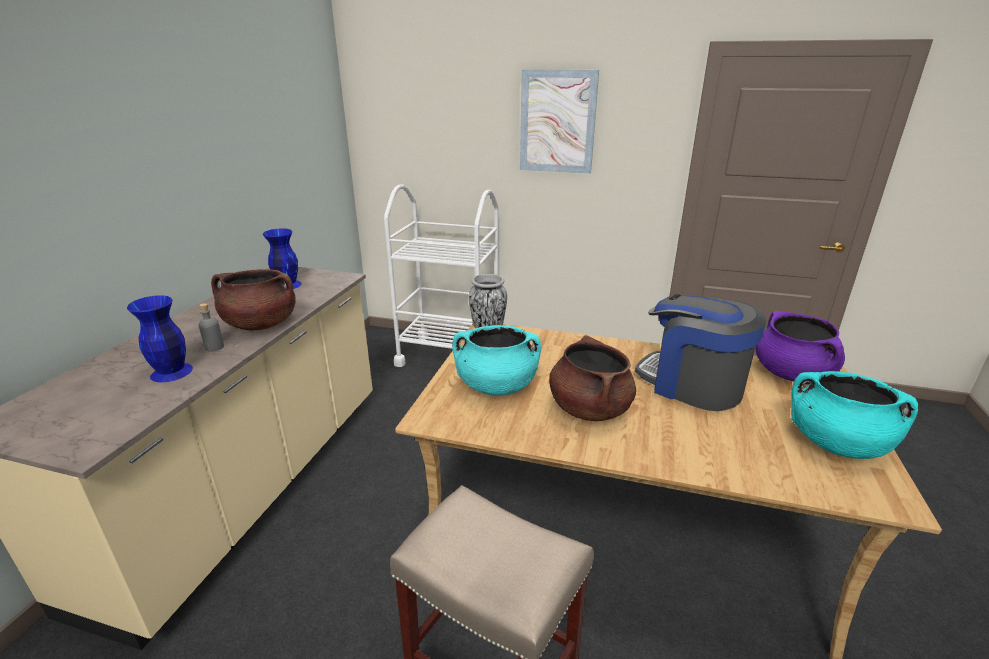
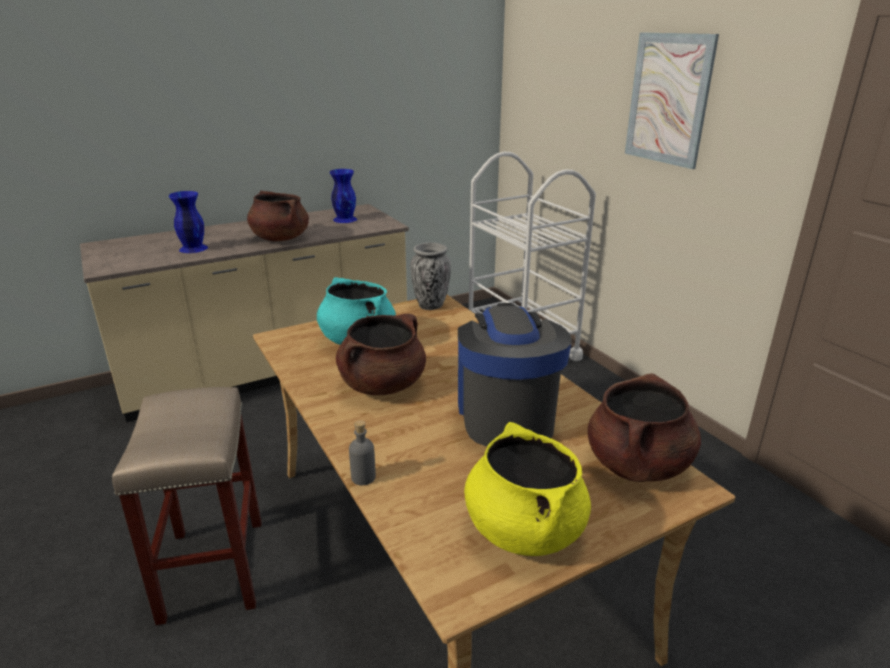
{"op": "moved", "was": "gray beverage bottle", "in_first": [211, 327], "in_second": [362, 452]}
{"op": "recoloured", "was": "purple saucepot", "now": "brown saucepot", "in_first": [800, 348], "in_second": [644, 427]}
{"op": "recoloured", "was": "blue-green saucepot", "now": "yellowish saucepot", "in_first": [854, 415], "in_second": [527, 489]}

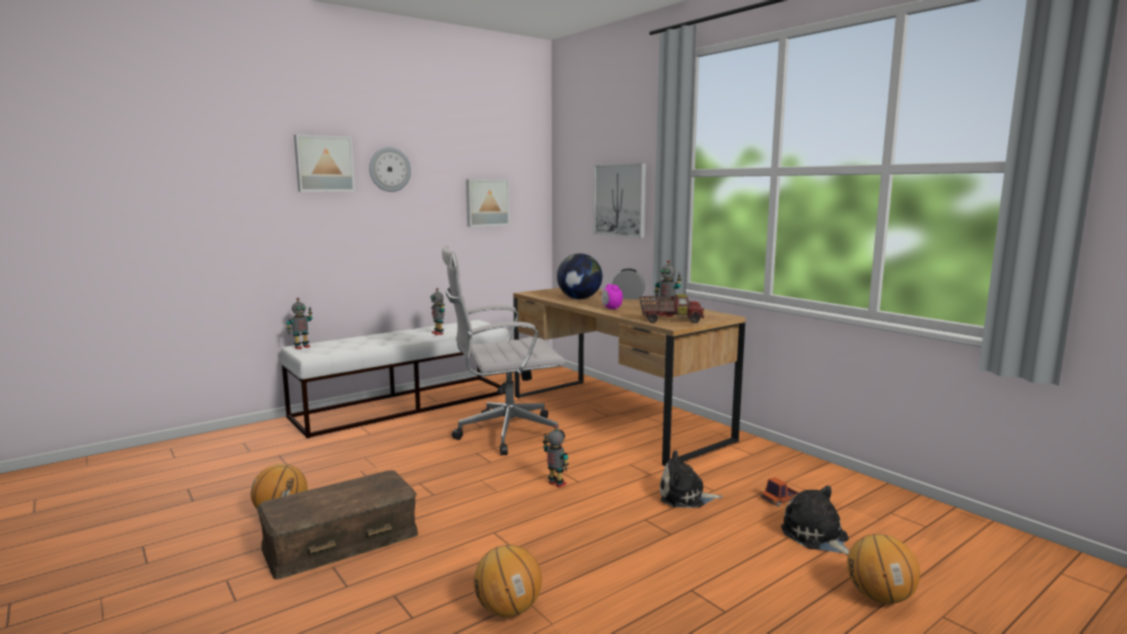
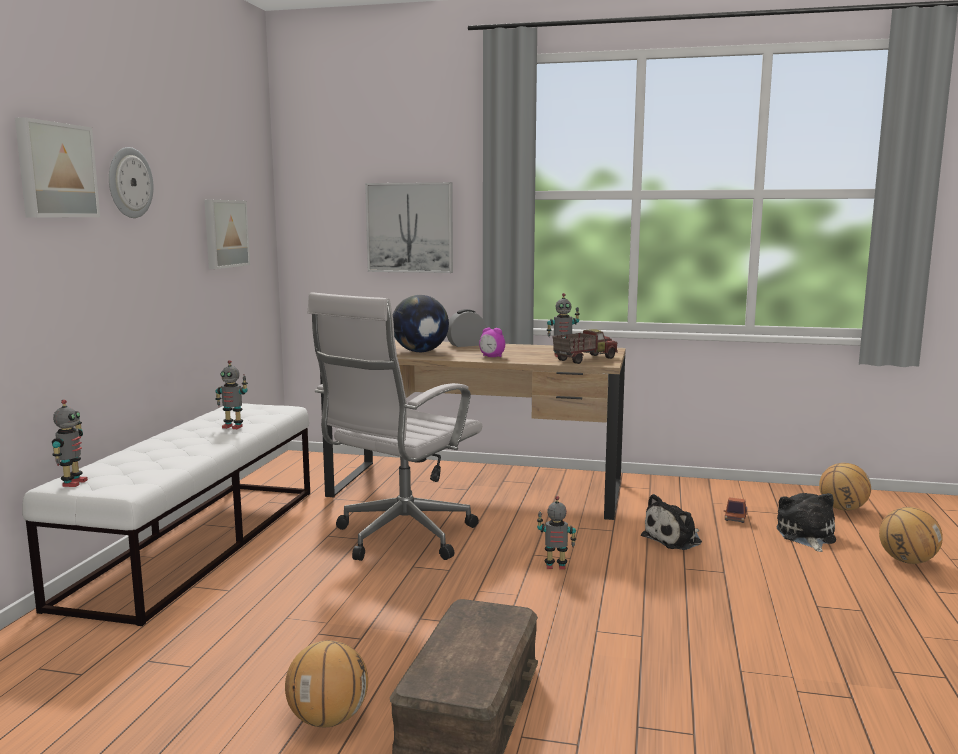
{"op": "moved", "was": "basketball ball", "in_first": [508, 581], "in_second": [845, 487]}
{"op": "turned", "was": "cuddly toy", "in_first": [815, 520], "in_second": [806, 522], "clockwise": 75}

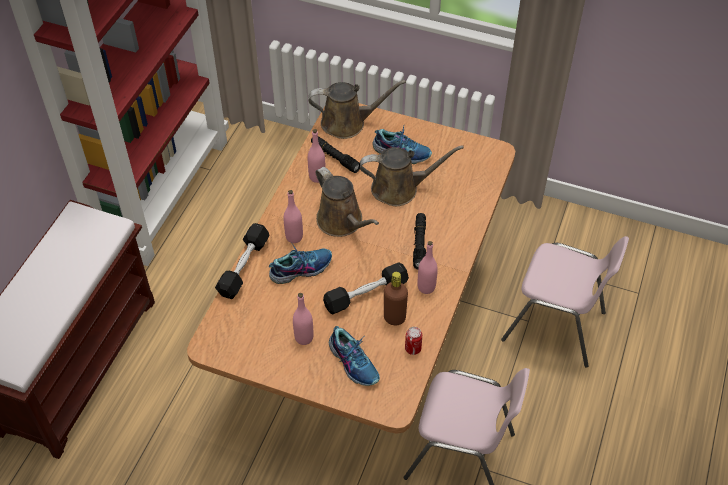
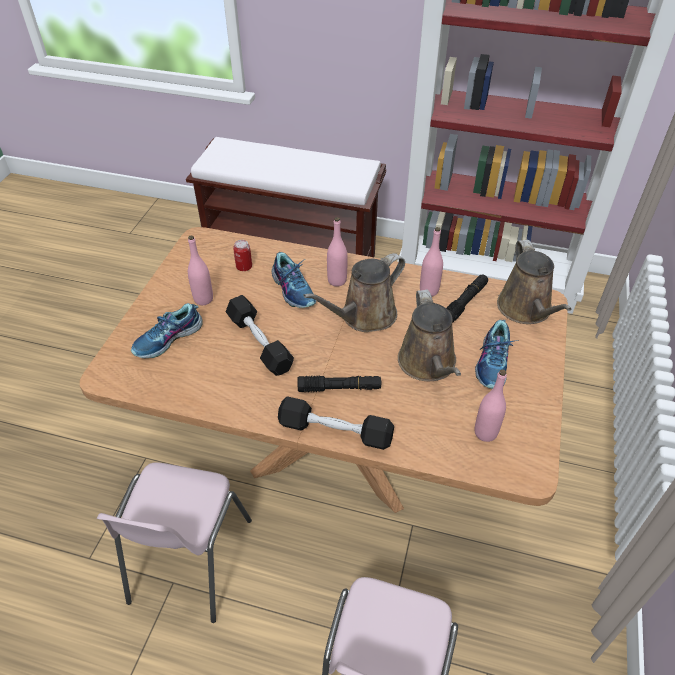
{"op": "removed", "was": "brown beverage bottle", "in_first": [396, 298]}
{"op": "moved", "was": "black hand weight", "in_first": [242, 261], "in_second": [336, 423]}
{"op": "moved", "was": "metal can", "in_first": [413, 341], "in_second": [242, 255]}
{"op": "moved", "was": "pink beverage bottle", "in_first": [428, 267], "in_second": [490, 406]}

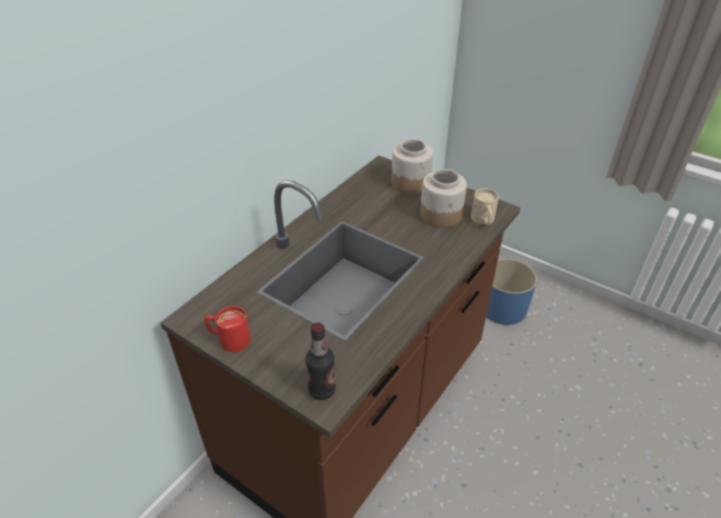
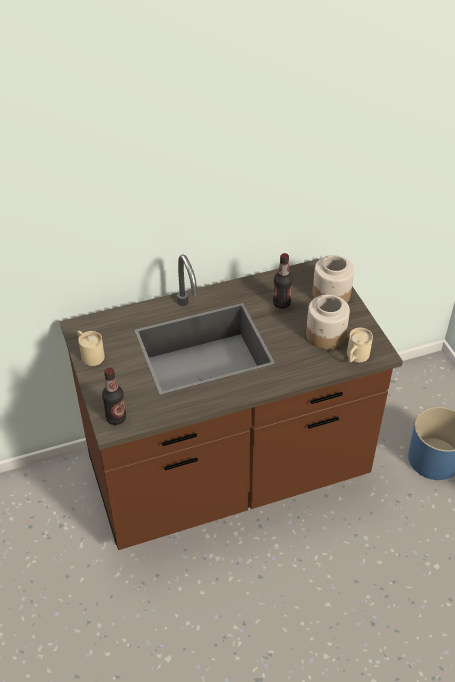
{"op": "added", "now": "beverage bottle", "in_second": [283, 281]}
{"op": "recoloured", "was": "red-coloured mug", "now": "sand-coloured mug", "in_first": [228, 329], "in_second": [91, 348]}

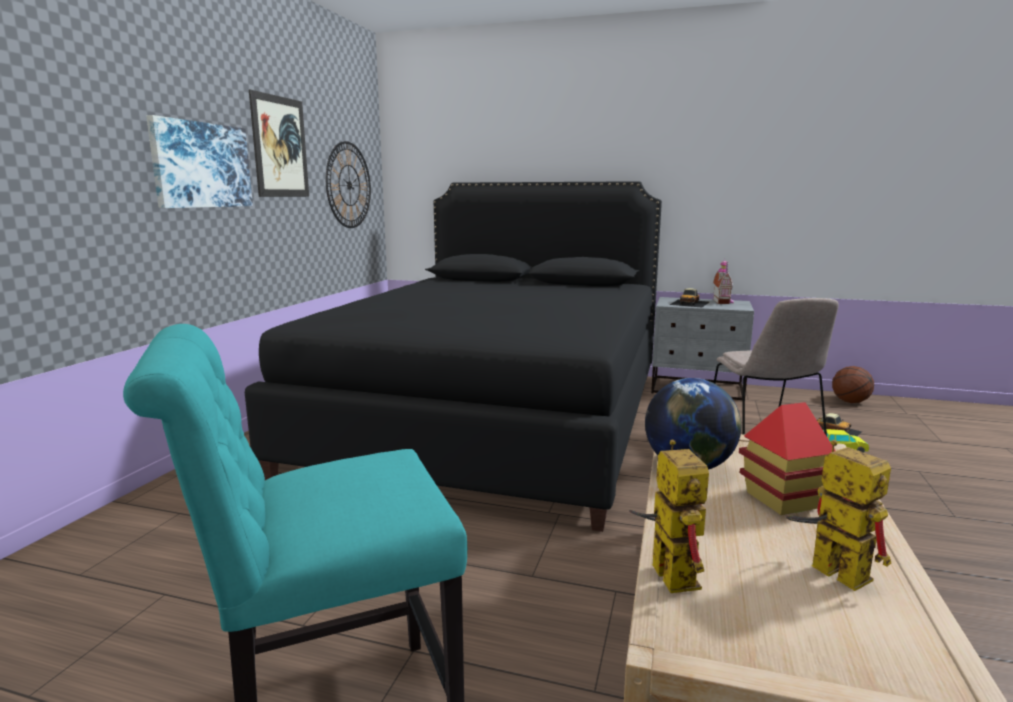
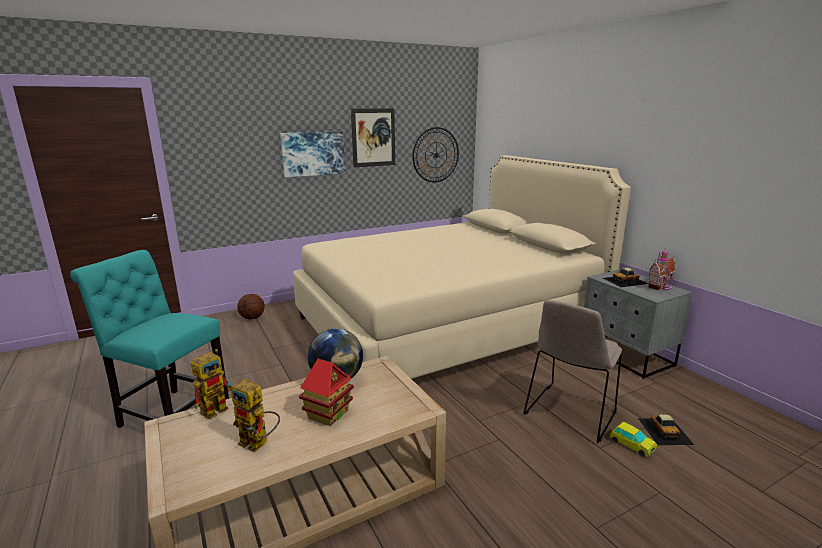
{"op": "moved", "was": "basketball ball", "in_first": [853, 384], "in_second": [251, 306]}
{"op": "recoloured", "was": "black sleeping bed", "now": "sand-coloured sleeping bed", "in_first": [453, 356], "in_second": [462, 267]}
{"op": "turned", "was": "robot figure", "in_first": [838, 515], "in_second": [255, 416], "clockwise": 105}

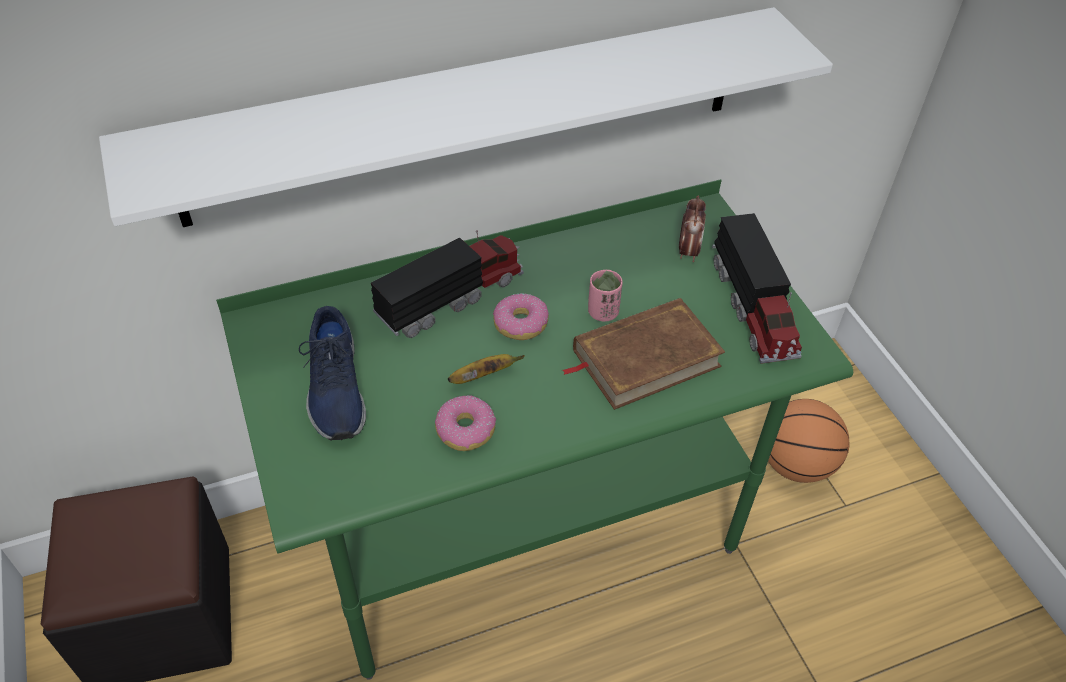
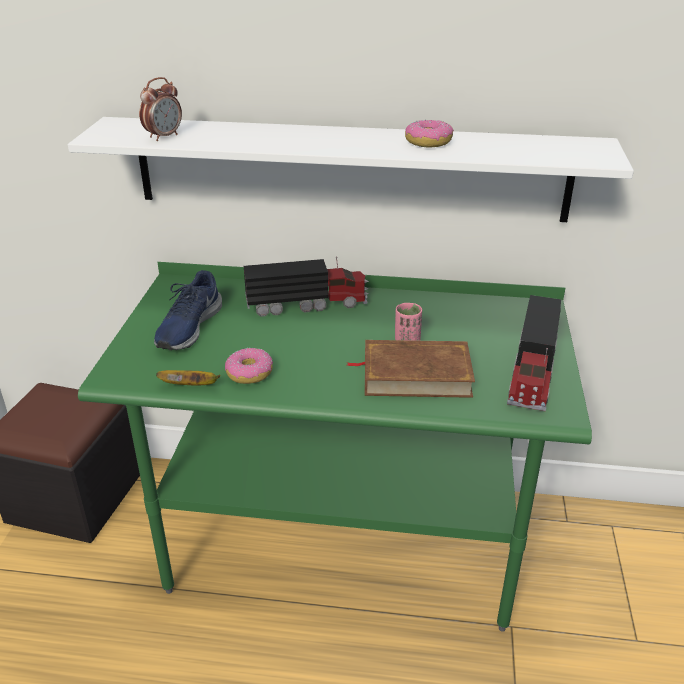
{"op": "removed", "was": "basketball ball", "in_first": [808, 441]}
{"op": "moved", "was": "whole banana", "in_first": [486, 369], "in_second": [188, 378]}
{"op": "moved", "was": "ring doughnut", "in_first": [521, 316], "in_second": [429, 134]}
{"op": "moved", "was": "table clock", "in_first": [692, 228], "in_second": [160, 109]}

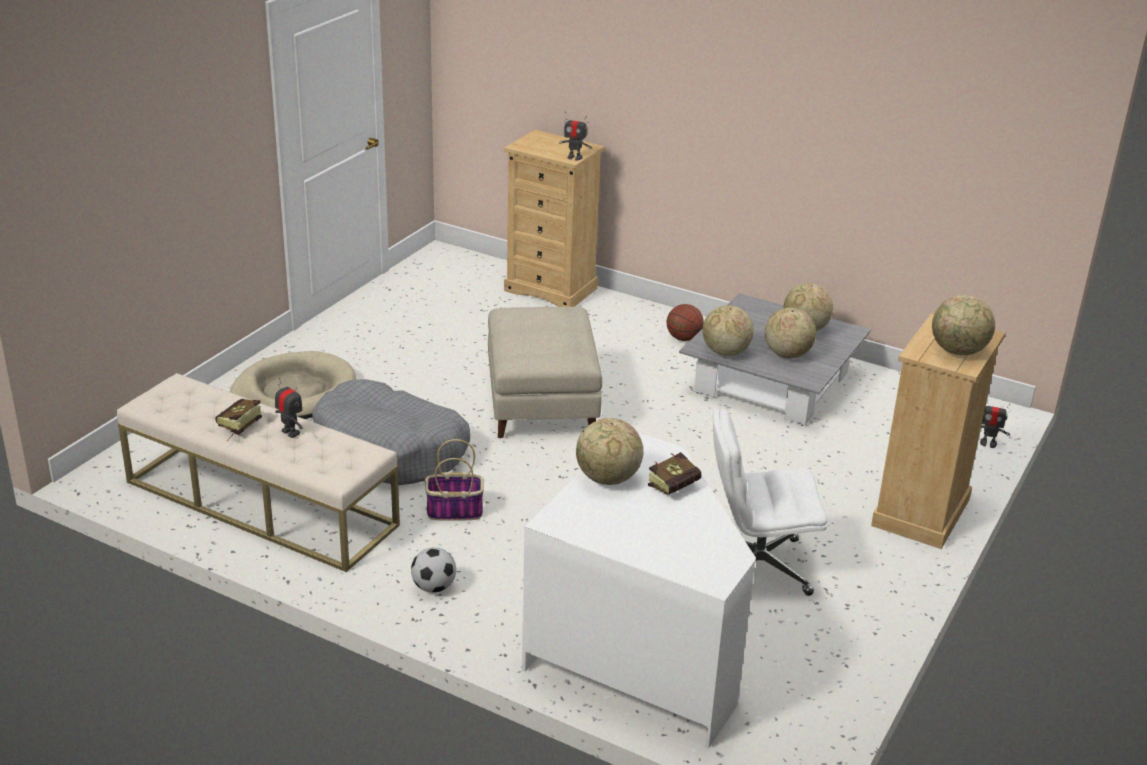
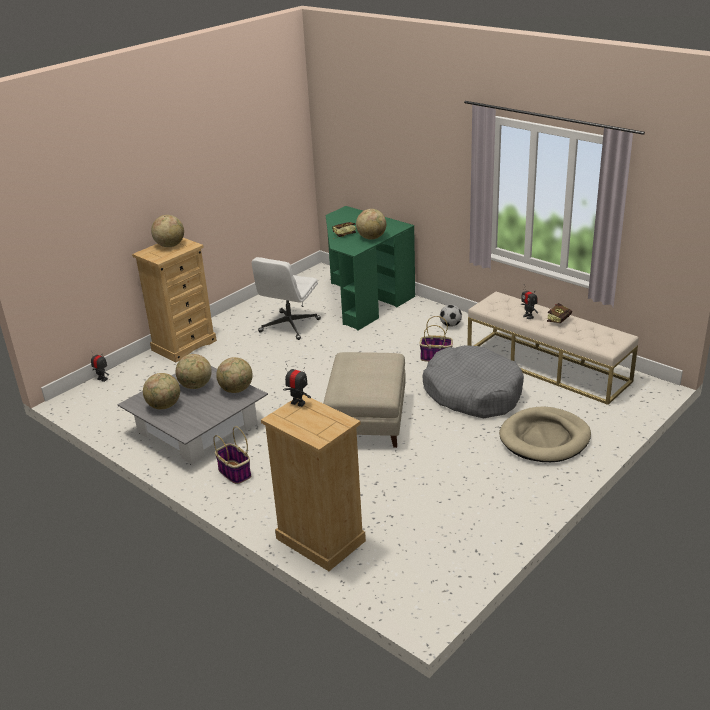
{"op": "replaced", "was": "basketball ball", "now": "household basket", "in_first": [685, 322], "in_second": [232, 455]}
{"op": "recoloured", "was": "white desk", "now": "green-coloured desk", "in_first": [639, 590], "in_second": [370, 268]}
{"op": "turned", "was": "white computer chair", "in_first": [770, 502], "in_second": [286, 298], "clockwise": 105}

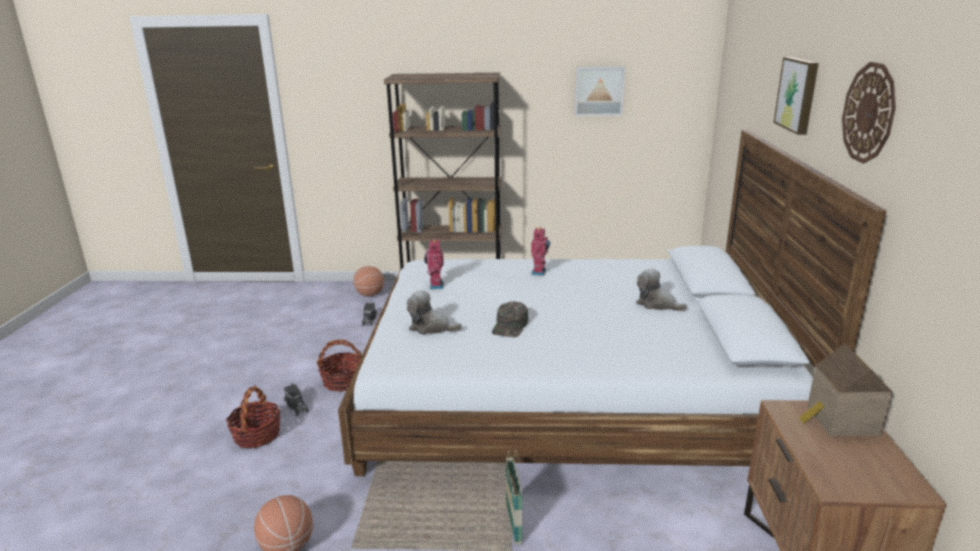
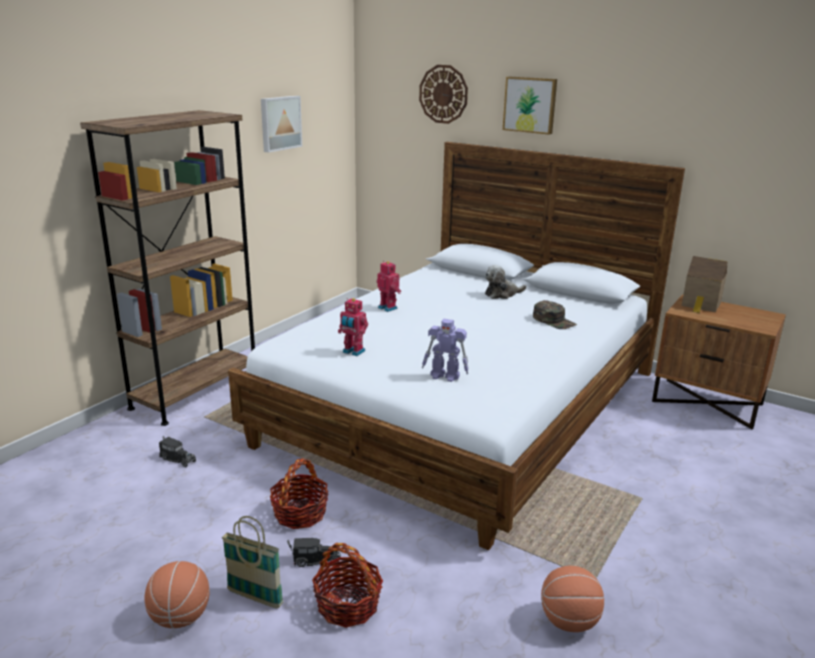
{"op": "moved", "was": "basketball ball", "in_first": [368, 281], "in_second": [177, 594]}
{"op": "moved", "was": "green-coloured peaked cap", "in_first": [510, 319], "in_second": [555, 314]}
{"op": "moved", "was": "household basket", "in_first": [514, 497], "in_second": [253, 562]}
{"op": "moved", "was": "wall clock", "in_first": [869, 113], "in_second": [443, 94]}
{"op": "replaced", "was": "cuddly toy", "now": "robot figure", "in_first": [434, 312], "in_second": [445, 350]}

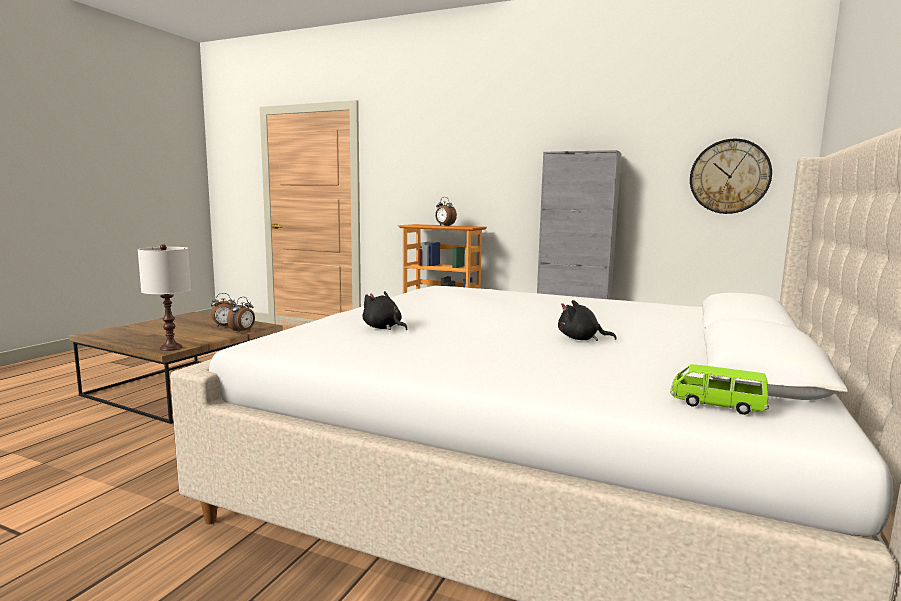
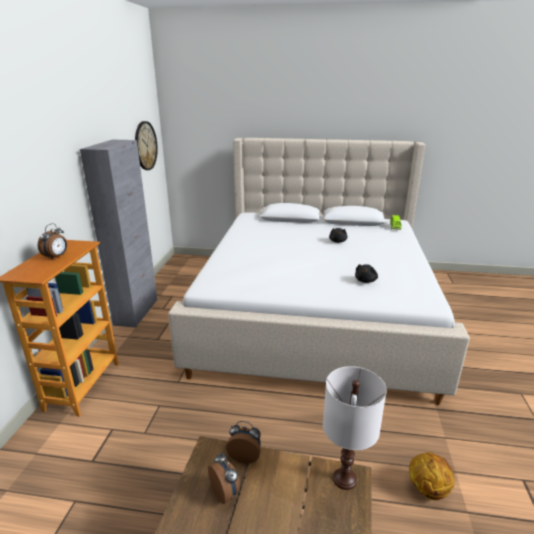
{"op": "added", "now": "basketball ball", "in_second": [432, 476]}

